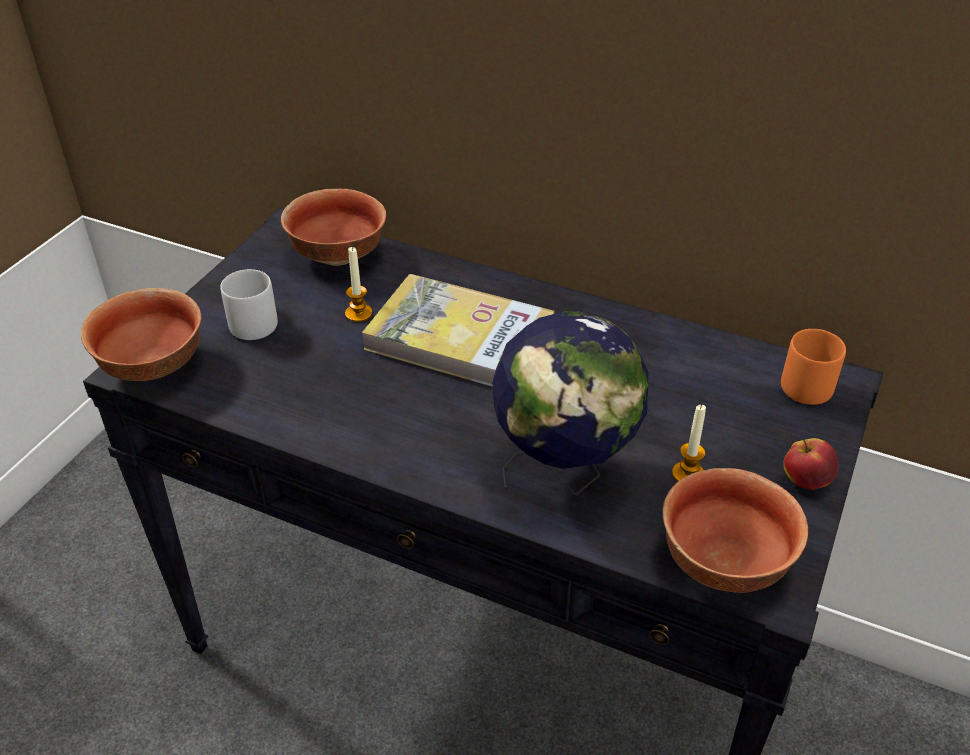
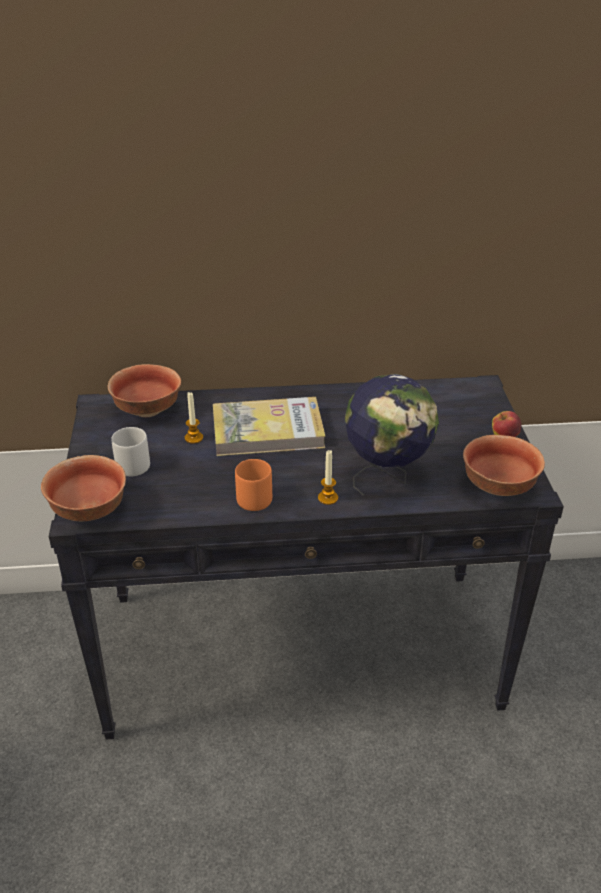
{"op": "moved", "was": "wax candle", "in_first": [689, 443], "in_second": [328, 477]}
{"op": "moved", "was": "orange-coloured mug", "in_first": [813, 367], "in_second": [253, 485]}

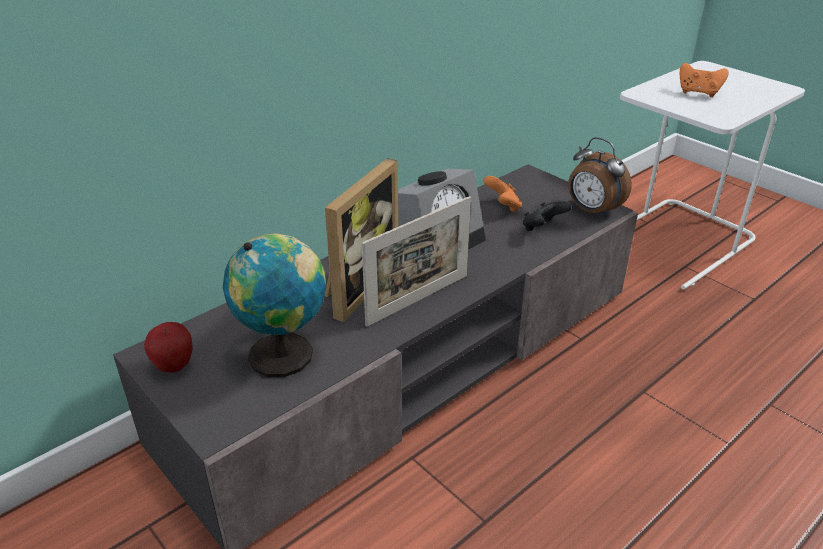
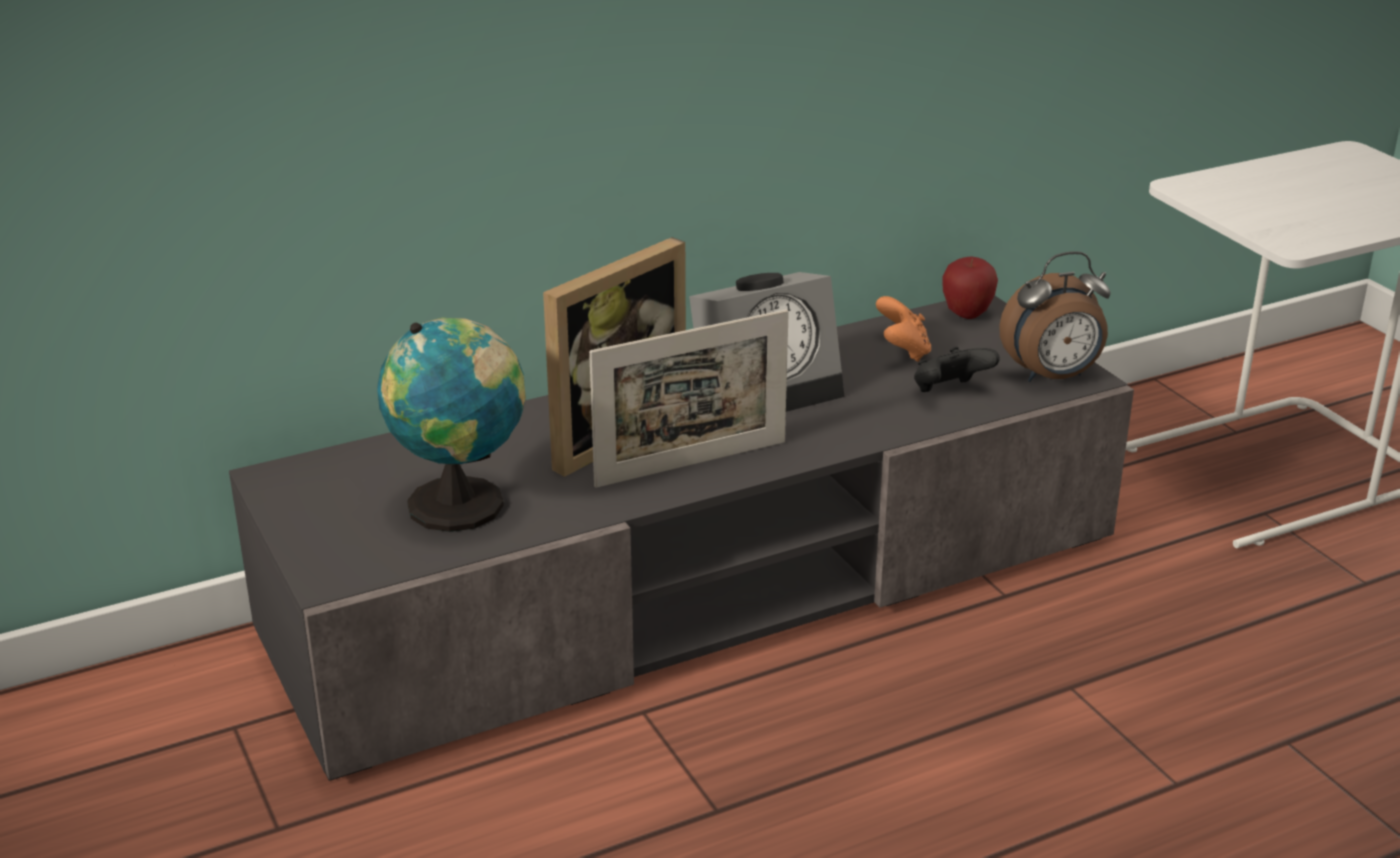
{"op": "removed", "was": "orange-coloured gamepad", "in_first": [704, 80]}
{"op": "moved", "was": "apple", "in_first": [168, 347], "in_second": [970, 287]}
{"op": "turned", "was": "table clock", "in_first": [600, 177], "in_second": [1054, 316], "clockwise": -75}

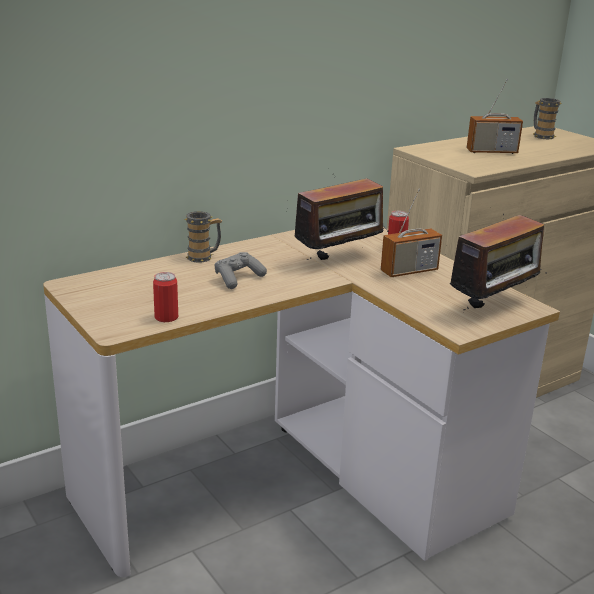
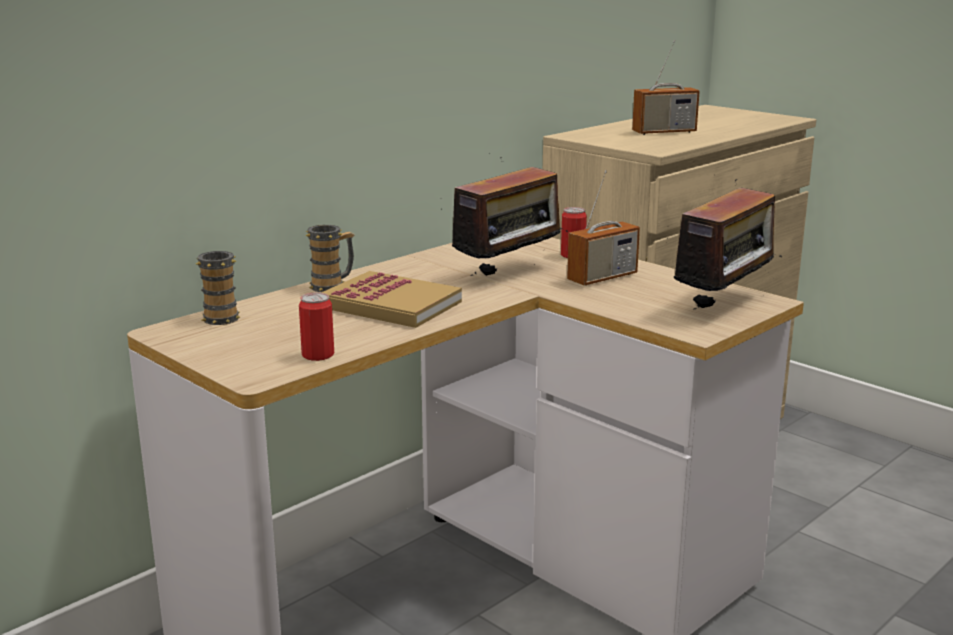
{"op": "moved", "was": "mug", "in_first": [547, 118], "in_second": [218, 288]}
{"op": "replaced", "was": "gray gamepad", "now": "book", "in_first": [241, 270], "in_second": [391, 299]}

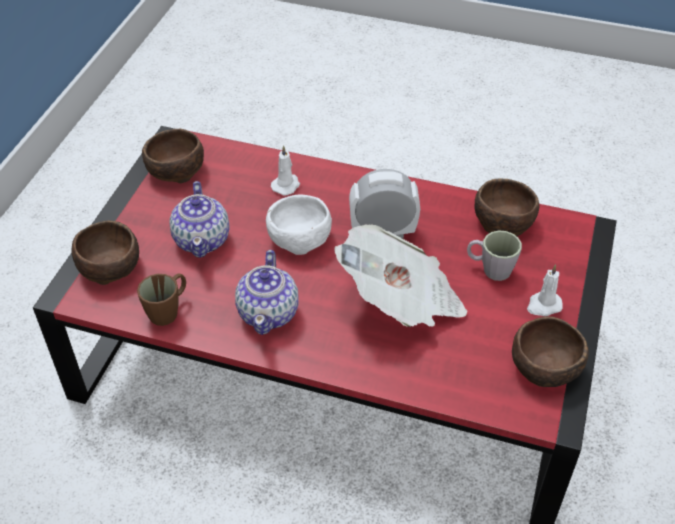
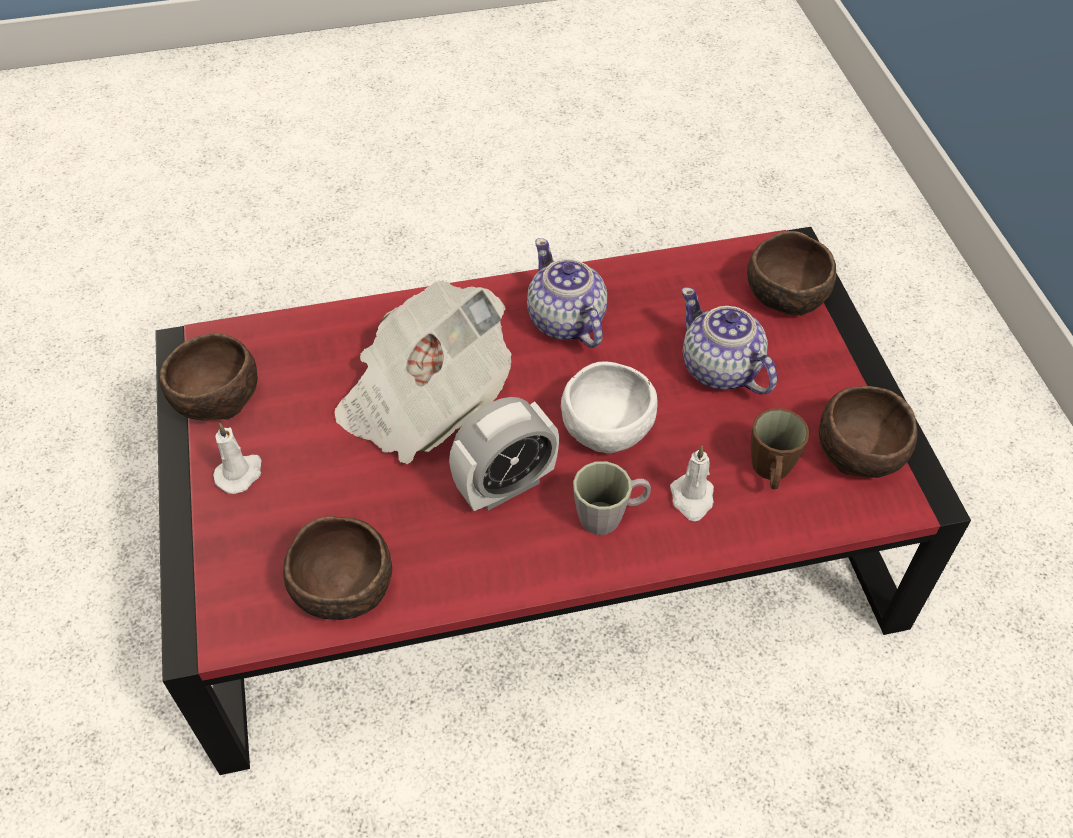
{"op": "moved", "was": "brown mug", "in_first": [161, 299], "in_second": [780, 448]}
{"op": "moved", "was": "gray mug", "in_first": [494, 255], "in_second": [612, 498]}

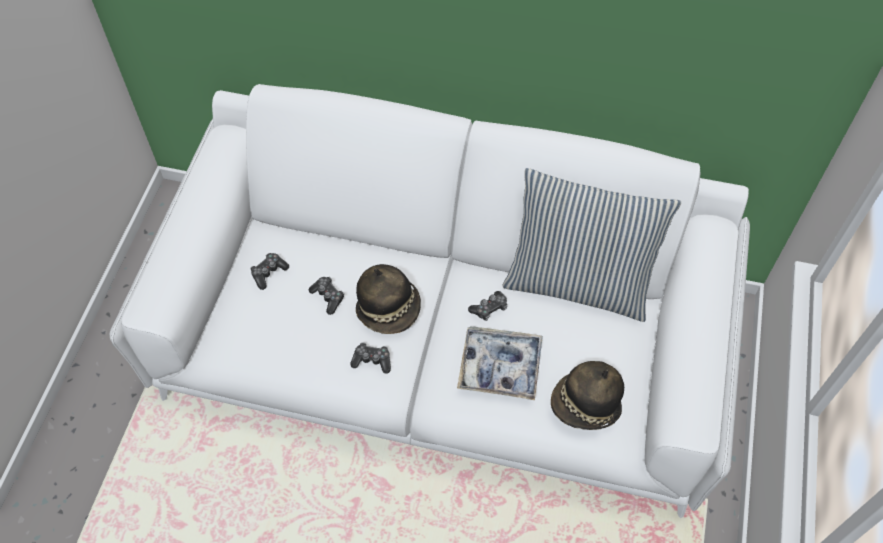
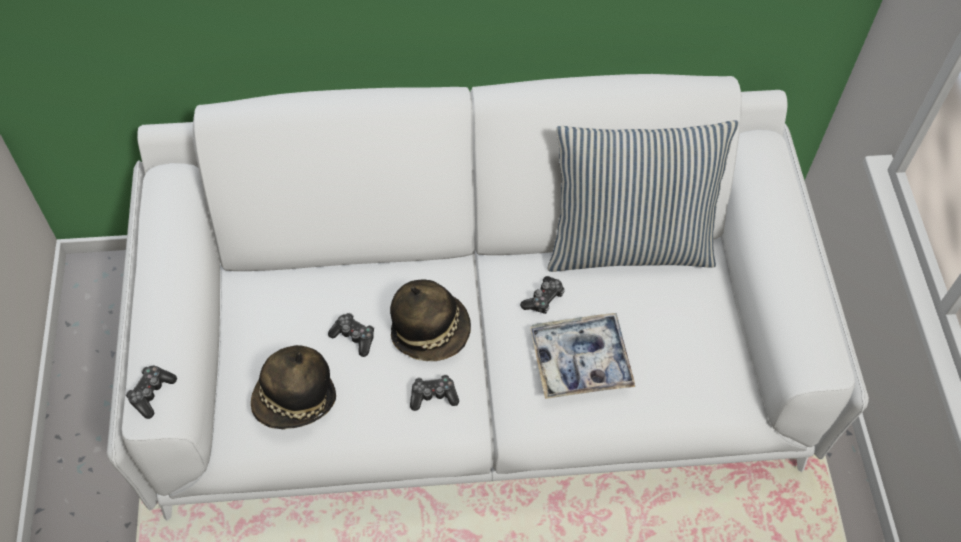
{"op": "moved", "was": "gamepad", "in_first": [269, 271], "in_second": [151, 392]}
{"op": "moved", "was": "hat", "in_first": [587, 395], "in_second": [293, 387]}

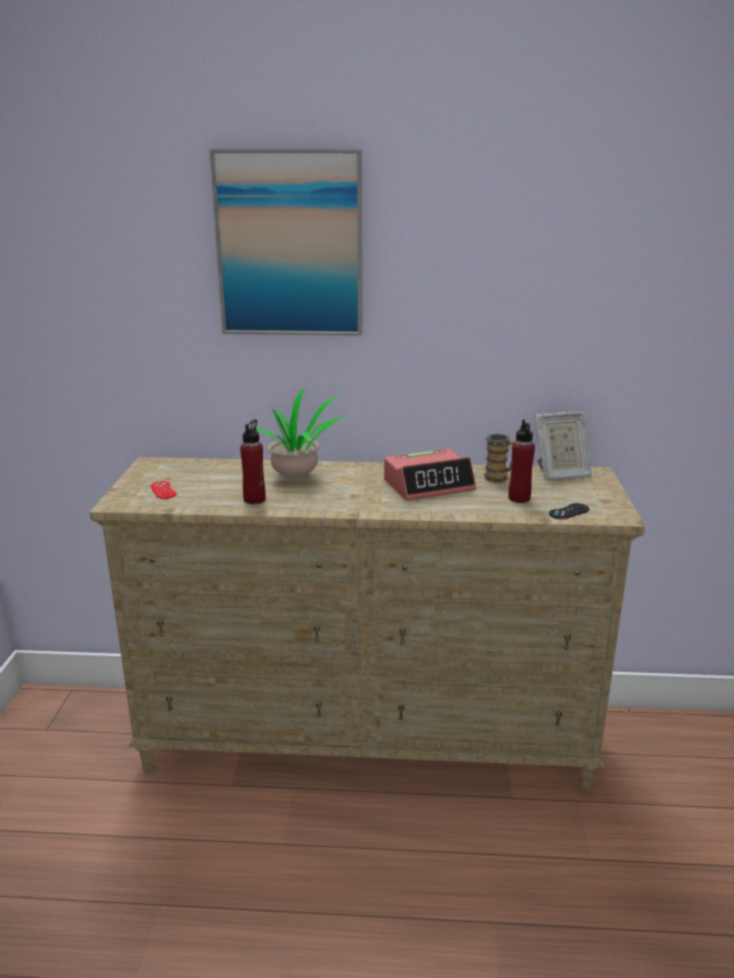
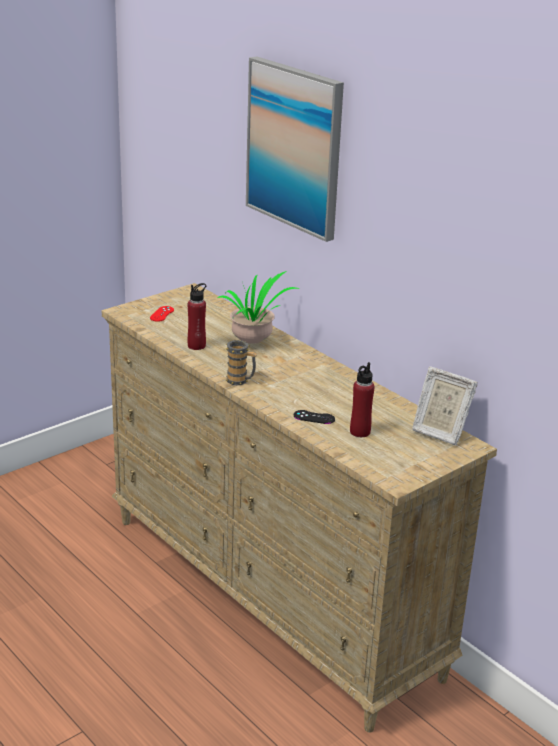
{"op": "removed", "was": "table clock", "in_first": [430, 474]}
{"op": "moved", "was": "mug", "in_first": [499, 458], "in_second": [241, 362]}
{"op": "moved", "was": "black gamepad", "in_first": [569, 511], "in_second": [314, 417]}

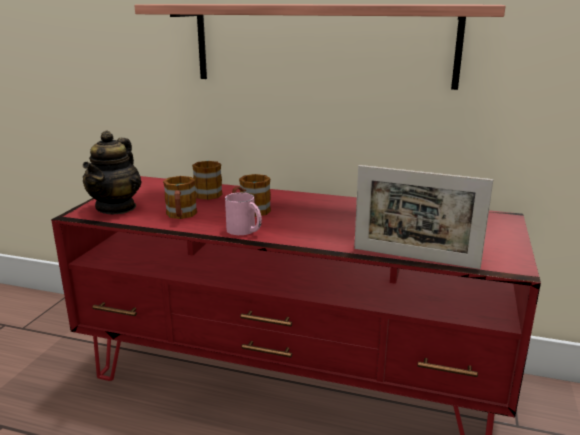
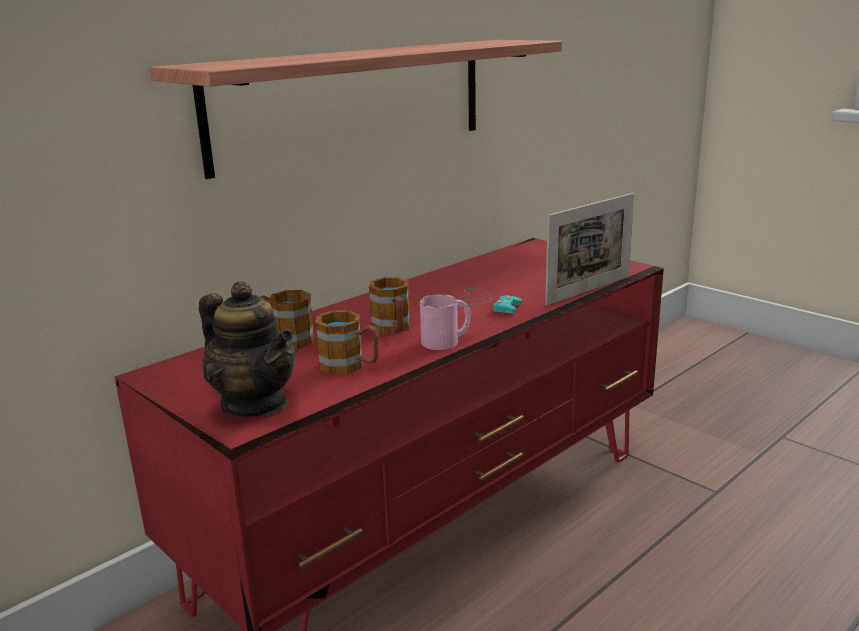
{"op": "added", "now": "blue-green gamepad", "in_second": [490, 300]}

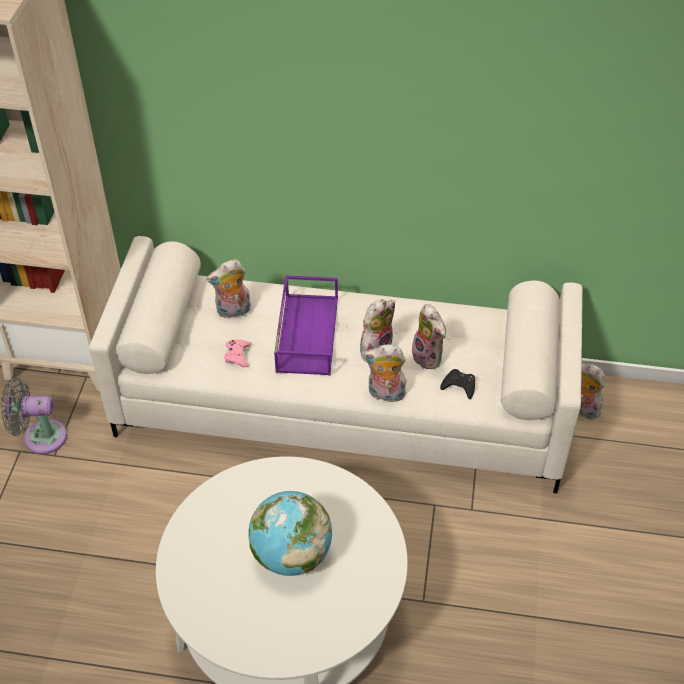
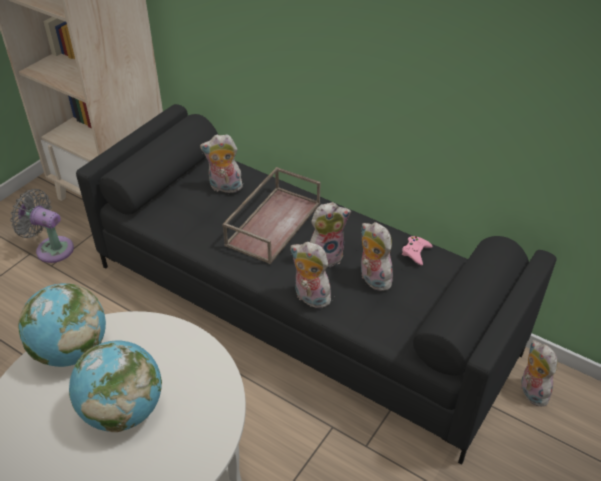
{"op": "removed", "was": "black gamepad", "in_first": [457, 384]}
{"op": "added", "now": "desk globe", "in_second": [62, 325]}
{"op": "moved", "was": "pink gamepad", "in_first": [237, 353], "in_second": [417, 250]}
{"op": "recoloured", "was": "white sofa", "now": "black sofa", "in_first": [336, 364], "in_second": [316, 284]}
{"op": "recoloured", "was": "purple serving tray", "now": "brown serving tray", "in_first": [306, 325], "in_second": [271, 215]}
{"op": "turned", "was": "cuddly toy", "in_first": [429, 336], "in_second": [378, 256], "clockwise": 150}

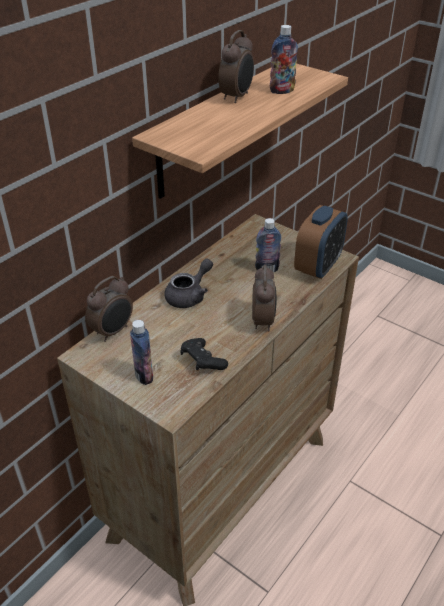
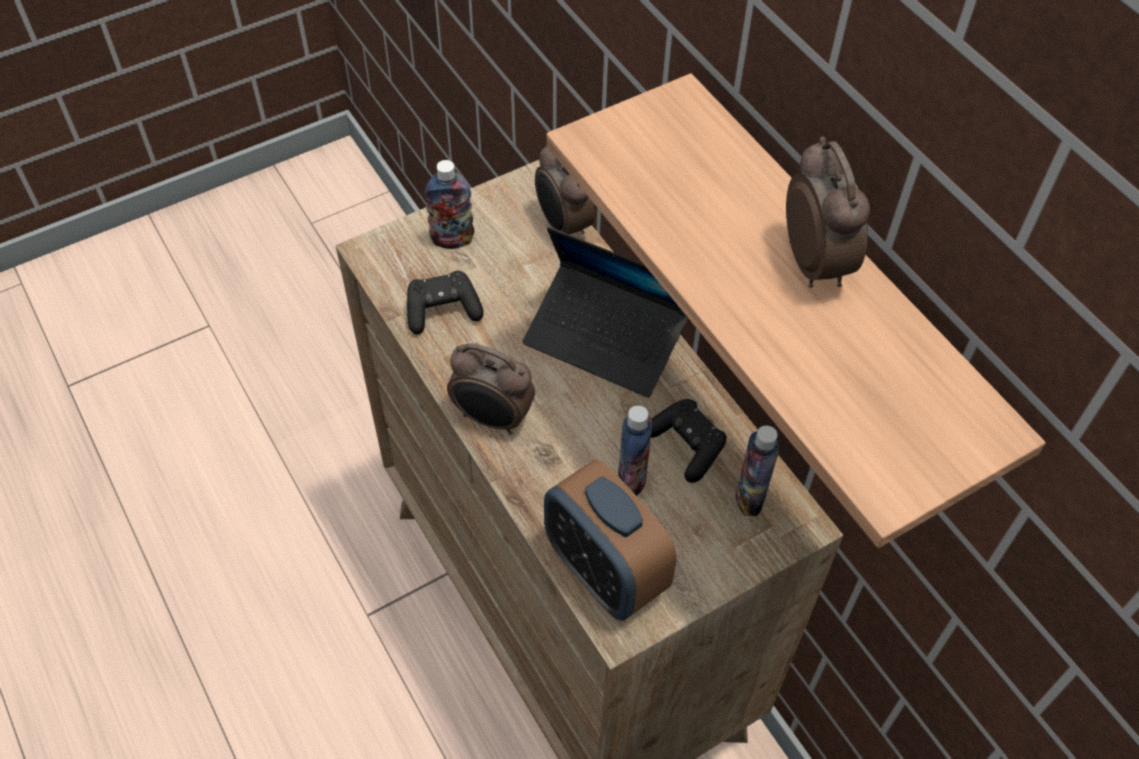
{"op": "added", "now": "black gamepad", "in_second": [688, 441]}
{"op": "moved", "was": "beverage bottle", "in_first": [284, 59], "in_second": [757, 471]}
{"op": "replaced", "was": "gray tea pot", "now": "portable computer", "in_first": [189, 283], "in_second": [605, 312]}
{"op": "turned", "was": "table clock", "in_first": [236, 66], "in_second": [828, 212], "clockwise": -150}

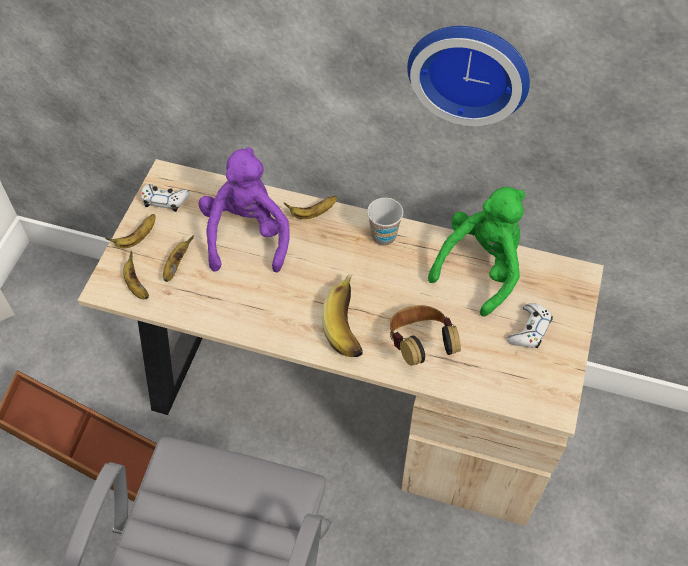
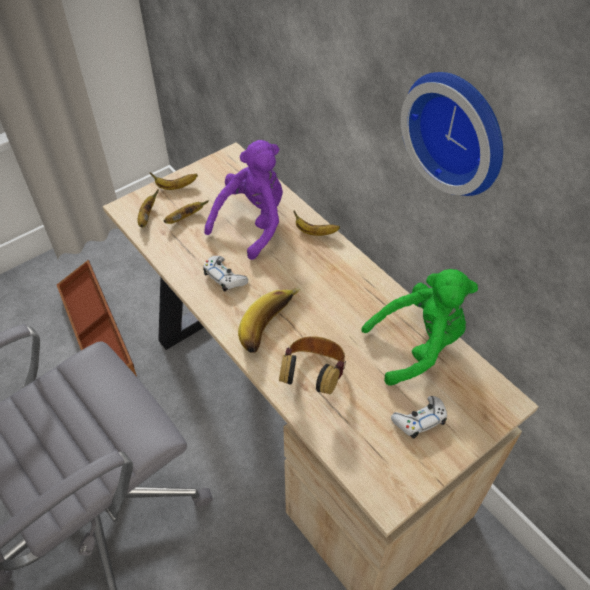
{"op": "removed", "was": "cup", "in_first": [385, 222]}
{"op": "moved", "was": "white gamepad", "in_first": [165, 198], "in_second": [225, 274]}

